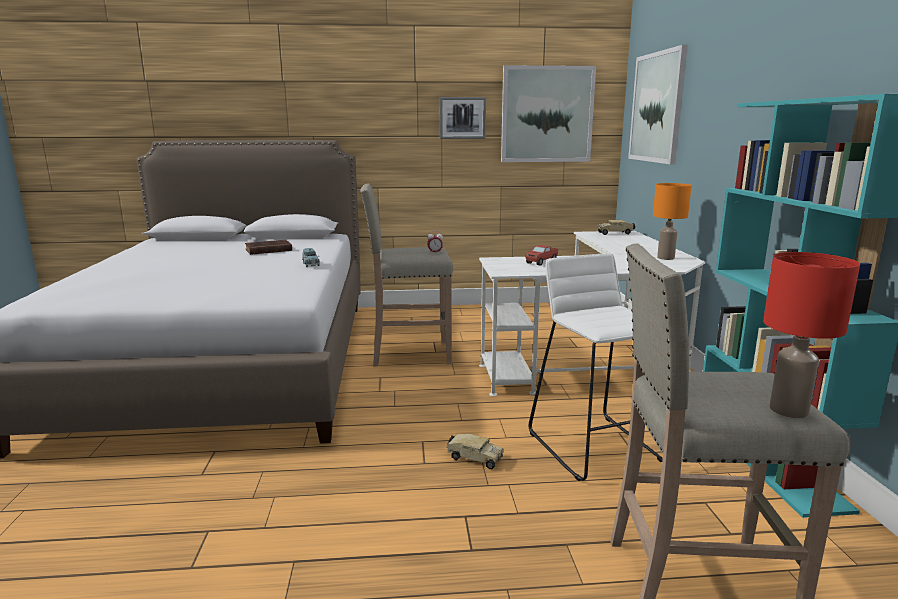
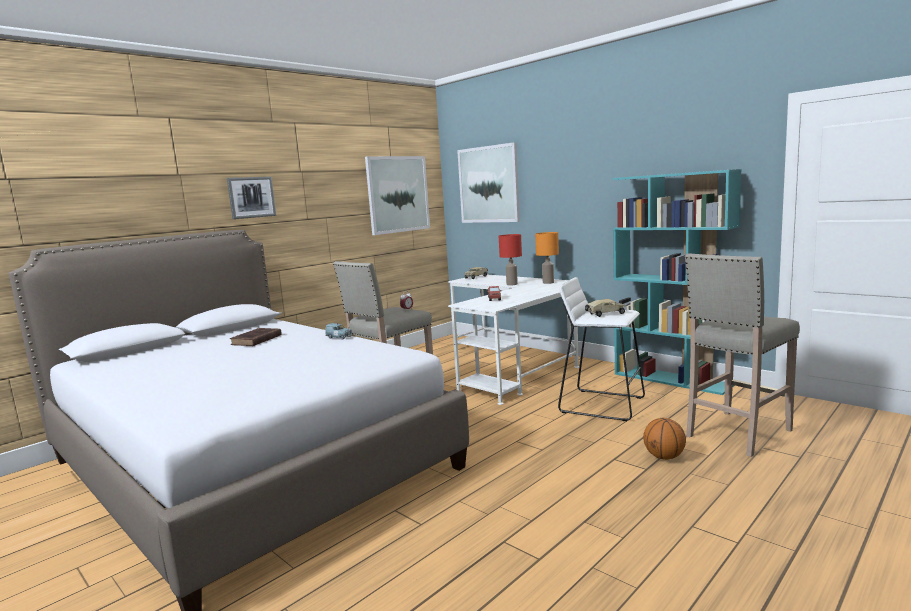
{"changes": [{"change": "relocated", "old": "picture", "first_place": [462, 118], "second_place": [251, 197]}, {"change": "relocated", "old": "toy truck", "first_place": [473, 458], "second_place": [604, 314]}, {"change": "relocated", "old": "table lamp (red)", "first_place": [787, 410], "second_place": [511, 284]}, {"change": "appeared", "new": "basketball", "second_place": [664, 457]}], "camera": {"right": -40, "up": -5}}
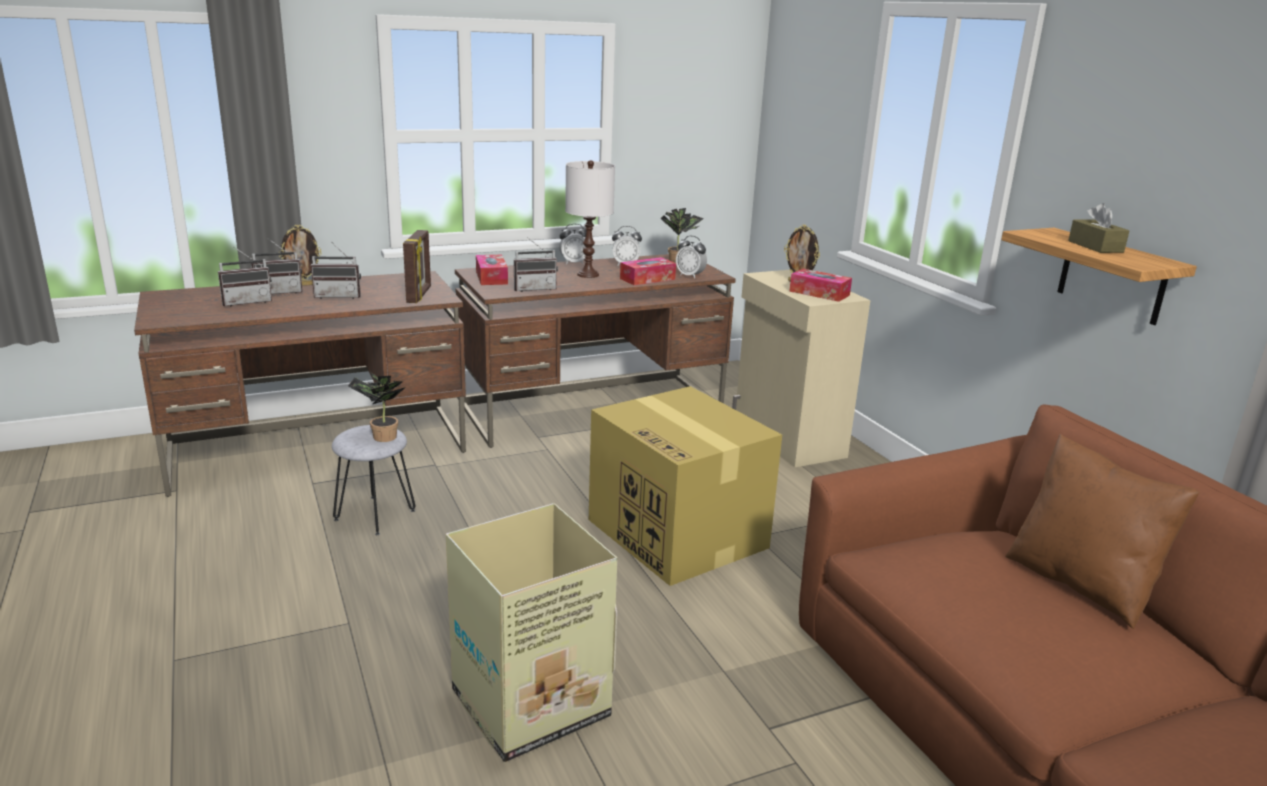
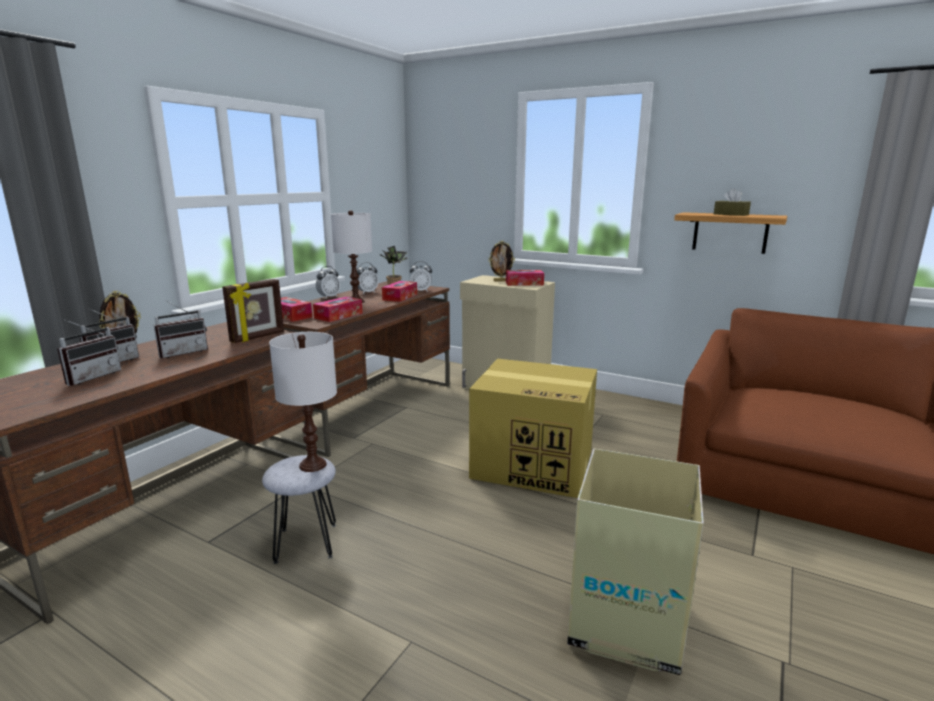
{"changes": [{"change": "exchanged", "old": "potted plant", "new": "table lamp (white)", "first_place": [381, 437], "second_place": [312, 465]}, {"change": "spun", "old": "picture frame", "first_place": [419, 295], "second_place": [258, 337], "degrees": 75}, {"change": "exchanged", "old": "radio", "new": "tissue box", "first_place": [534, 288], "second_place": [338, 316]}, {"change": "missing", "old": "pillow (brown)", "first_place": [1081, 584]}], "camera": {"right": -35, "up": -5}}
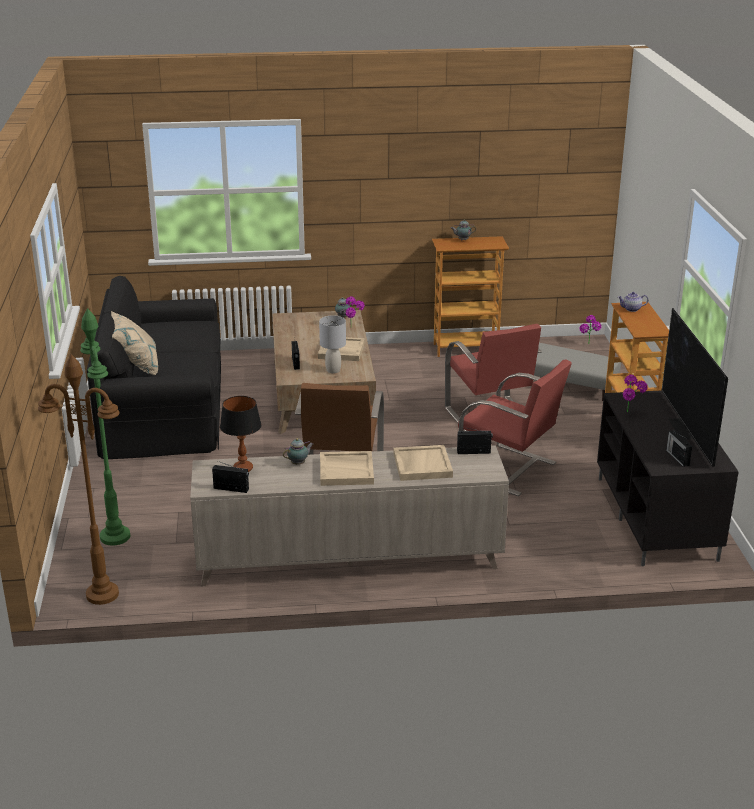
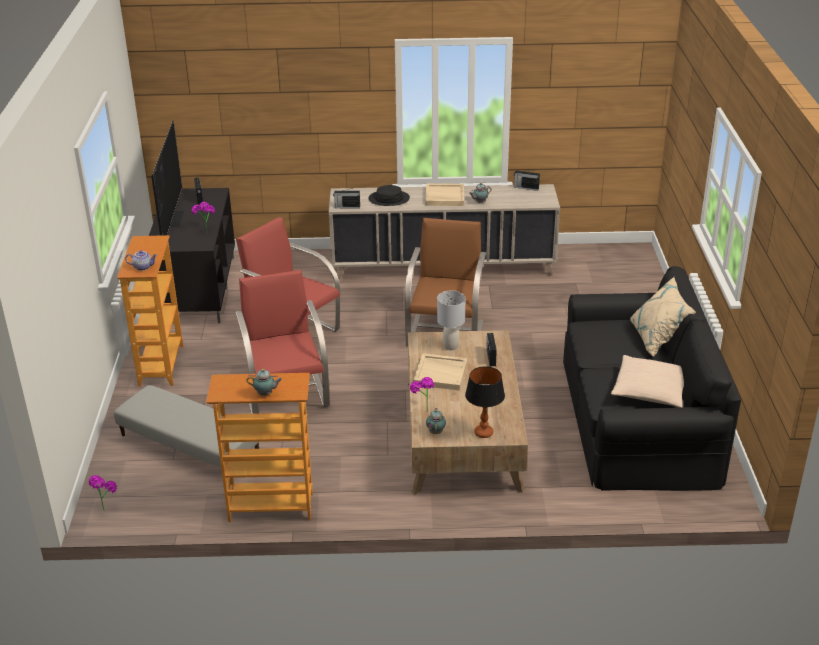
{"changes": [{"change": "missing", "old": "floor lamp (brown)", "first_place": [103, 594]}, {"change": "missing", "old": "floor lamp (green)", "first_place": [115, 536]}, {"change": "relocated", "old": "table lamp", "first_place": [243, 469], "second_place": [483, 432]}, {"change": "exchanged", "old": "tray (beige)", "new": "hat (black)", "first_place": [422, 465], "second_place": [389, 199]}, {"change": "appeared", "new": "pillow (beige)", "second_place": [650, 390]}], "camera": {"right": -175, "up": 5}}
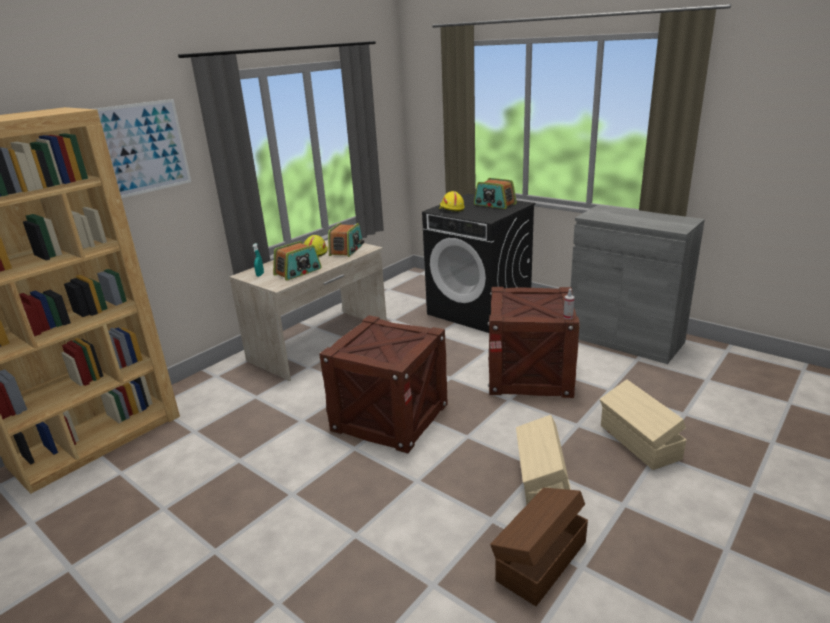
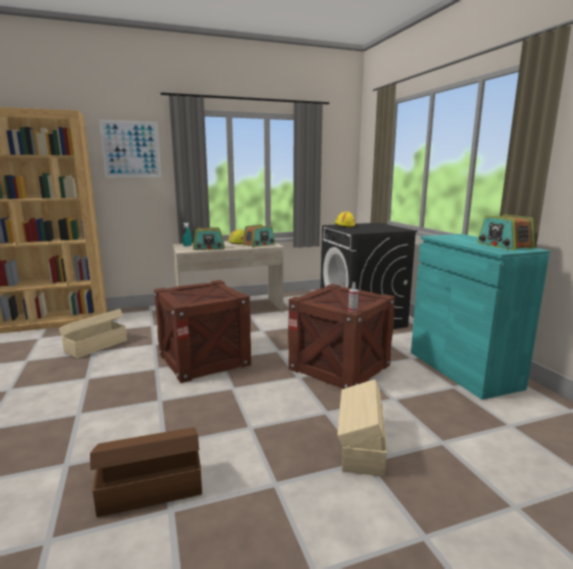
{"changes": [{"change": "relocated", "old": "radio", "first_place": [494, 204], "second_place": [504, 245]}, {"change": "relocated", "old": "storage box (beige)", "first_place": [541, 484], "second_place": [95, 346]}, {"change": "colour", "old": "cabinet (grey)", "new": "cabinet (turquoise)", "first_place": [624, 339], "second_place": [463, 369]}], "camera": {"right": 30, "up": -10}}
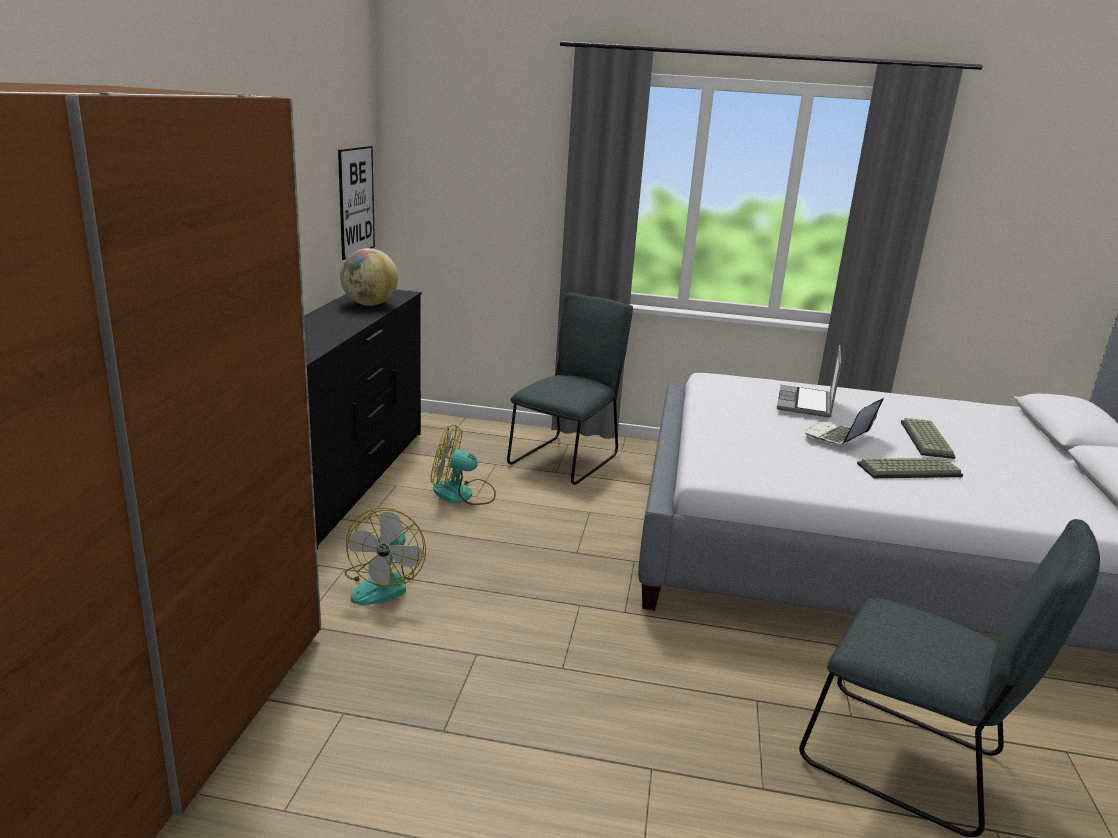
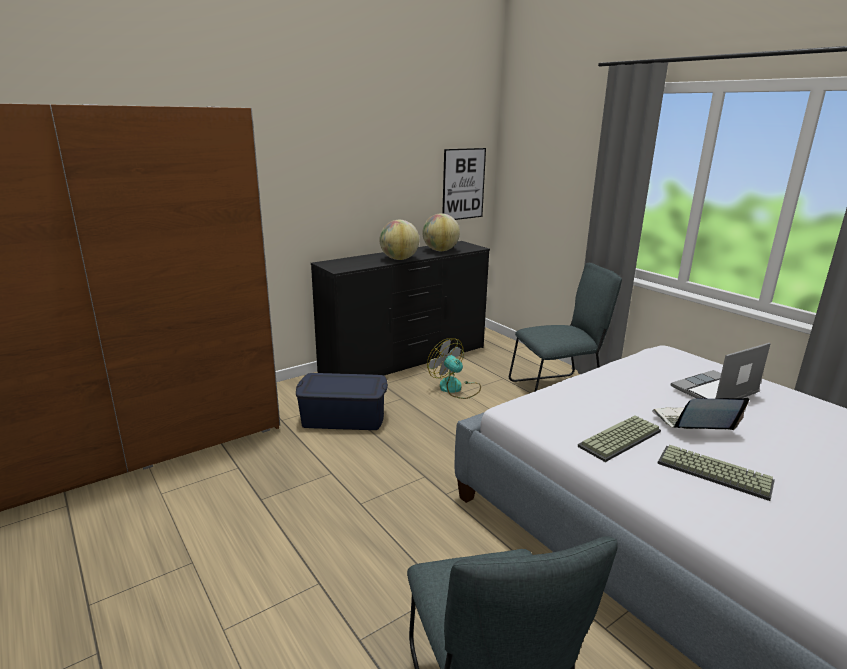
{"changes": [{"change": "exchanged", "old": "fan", "new": "storage box (blue)", "first_place": [384, 584], "second_place": [343, 418]}, {"change": "relocated", "old": "keyboard", "first_place": [928, 440], "second_place": [620, 440]}, {"change": "appeared", "new": "globe", "second_place": [399, 259]}], "camera": {"right": 45, "up": 0}}
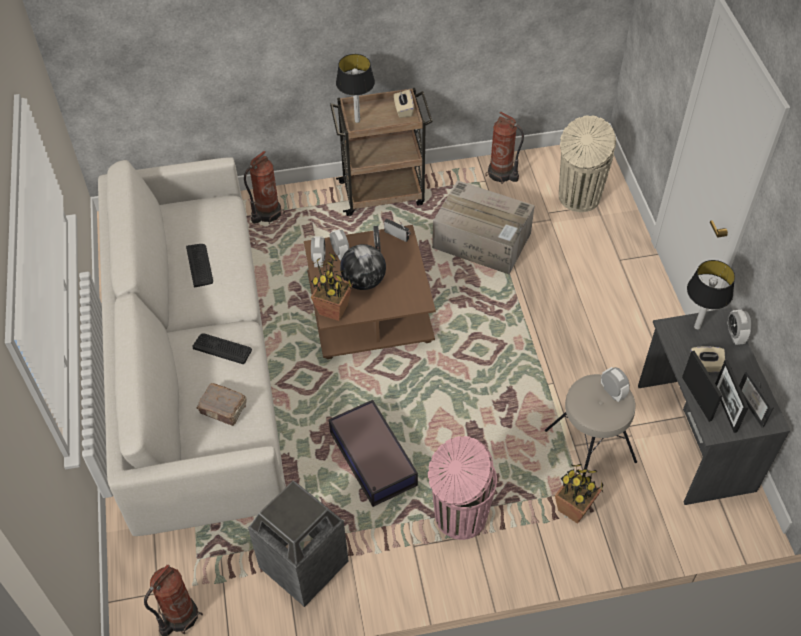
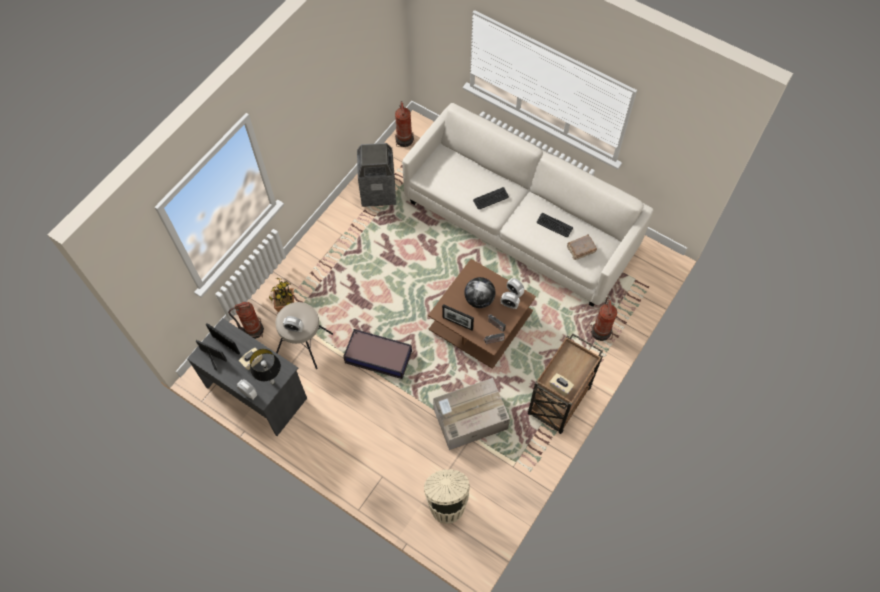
{"changes": [{"change": "relocated", "old": "book (brown)", "first_place": [223, 409], "second_place": [580, 250]}, {"change": "missing", "old": "potted plant", "first_place": [334, 310]}, {"change": "relocated", "old": "storage box", "first_place": [373, 460], "second_place": [377, 356]}, {"change": "missing", "old": "table lamp", "first_place": [357, 120]}, {"change": "missing", "old": "trash can (pink)", "first_place": [459, 516]}, {"change": "relocated", "old": "fire extinguisher", "first_place": [501, 174], "second_place": [252, 330]}, {"change": "relocated", "old": "picture frame", "first_place": [696, 398], "second_place": [457, 323]}], "camera": {"right": 135, "up": 10}}
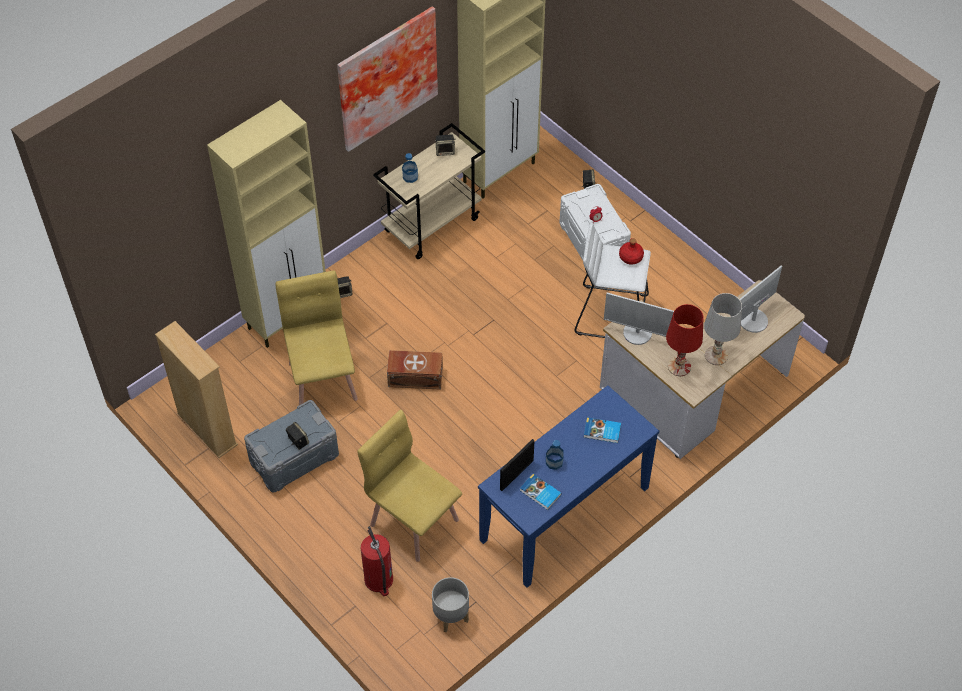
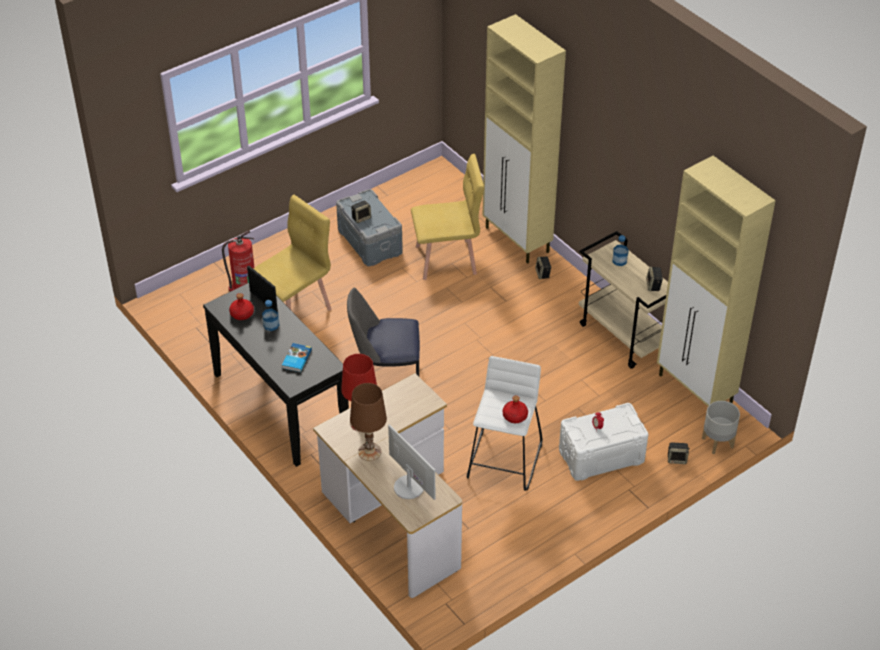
{"changes": [{"change": "missing", "old": "bookcase (beige)", "first_place": [207, 429]}, {"change": "missing", "old": "picture", "first_place": [385, 76]}, {"change": "missing", "old": "storage box (brown)", "first_place": [414, 376]}, {"change": "relocated", "old": "planter (grey)", "first_place": [450, 616], "second_place": [718, 442]}, {"change": "colour", "old": "console table (blue)", "new": "console table (black)", "first_place": [565, 514], "second_place": [280, 405]}, {"change": "exchanged", "old": "book", "new": "bottle (red)", "first_place": [540, 493], "second_place": [241, 314]}, {"change": "missing", "old": "monitor", "first_place": [637, 333]}, {"change": "colour", "old": "table lamp (white)", "new": "table lamp (brown)", "first_place": [715, 355], "second_place": [370, 451]}, {"change": "appeared", "new": "chair", "second_place": [386, 377]}], "camera": {"right": 95, "up": -10}}
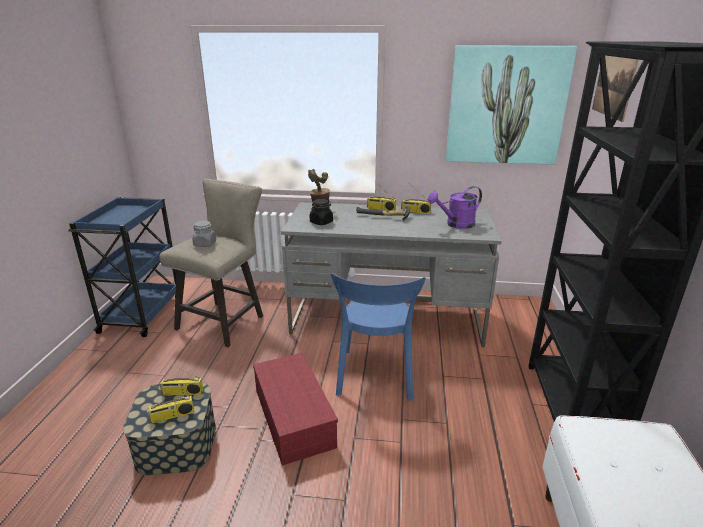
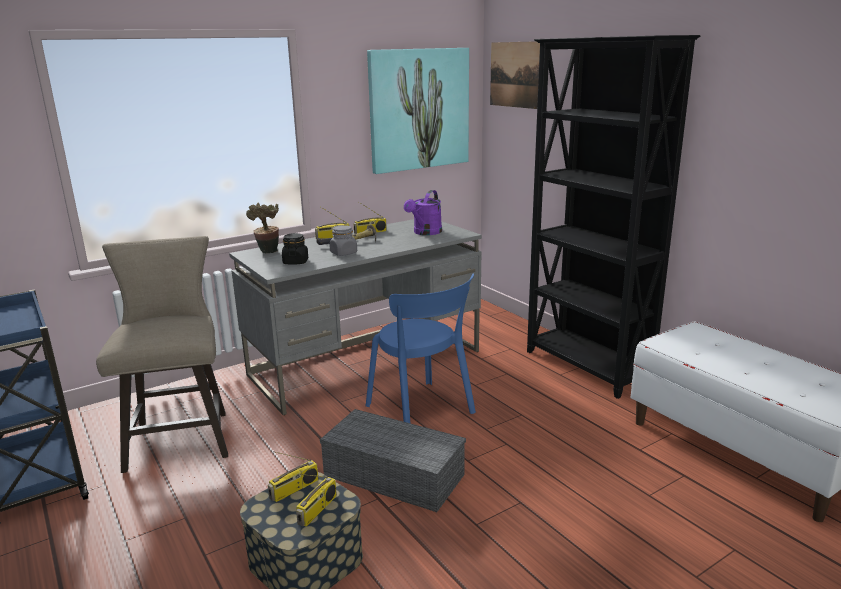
{"changes": [{"change": "relocated", "old": "jar (grey)", "first_place": [205, 244], "second_place": [343, 253]}, {"change": "colour", "old": "storage box (red)", "new": "storage box (grey)", "first_place": [292, 417], "second_place": [391, 475]}], "camera": {"right": -40, "up": -5}}
